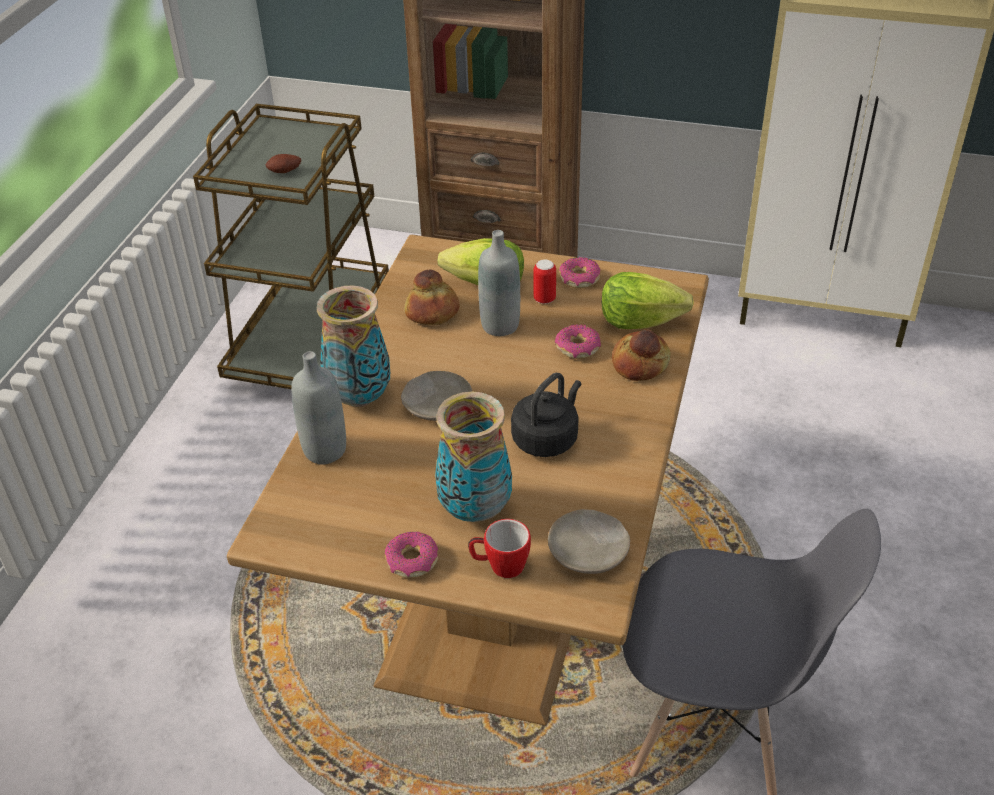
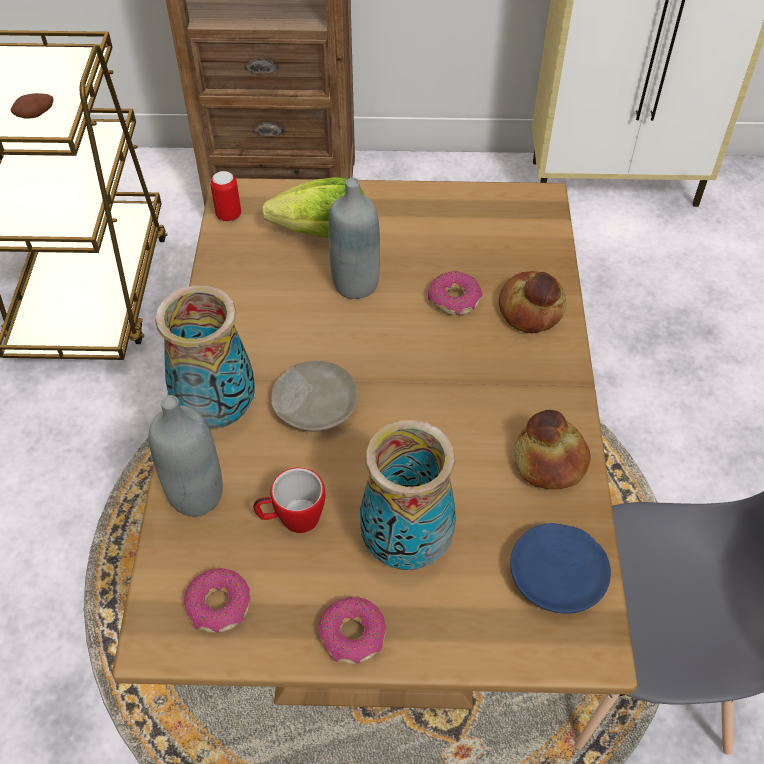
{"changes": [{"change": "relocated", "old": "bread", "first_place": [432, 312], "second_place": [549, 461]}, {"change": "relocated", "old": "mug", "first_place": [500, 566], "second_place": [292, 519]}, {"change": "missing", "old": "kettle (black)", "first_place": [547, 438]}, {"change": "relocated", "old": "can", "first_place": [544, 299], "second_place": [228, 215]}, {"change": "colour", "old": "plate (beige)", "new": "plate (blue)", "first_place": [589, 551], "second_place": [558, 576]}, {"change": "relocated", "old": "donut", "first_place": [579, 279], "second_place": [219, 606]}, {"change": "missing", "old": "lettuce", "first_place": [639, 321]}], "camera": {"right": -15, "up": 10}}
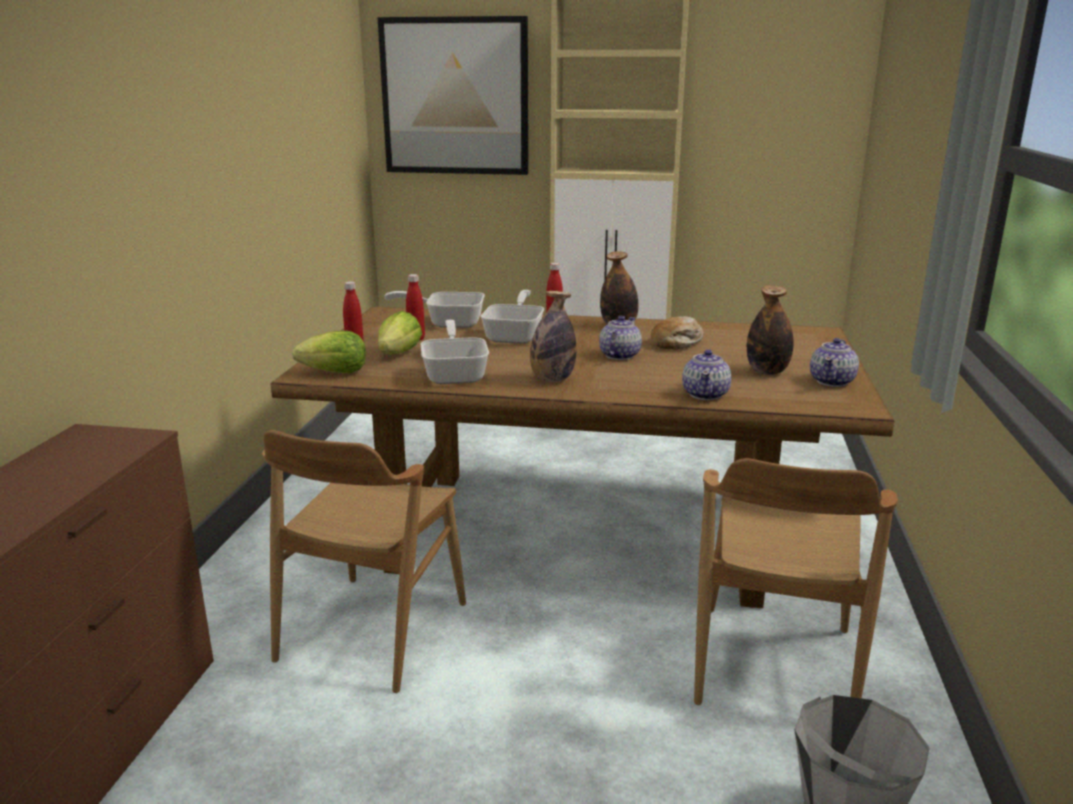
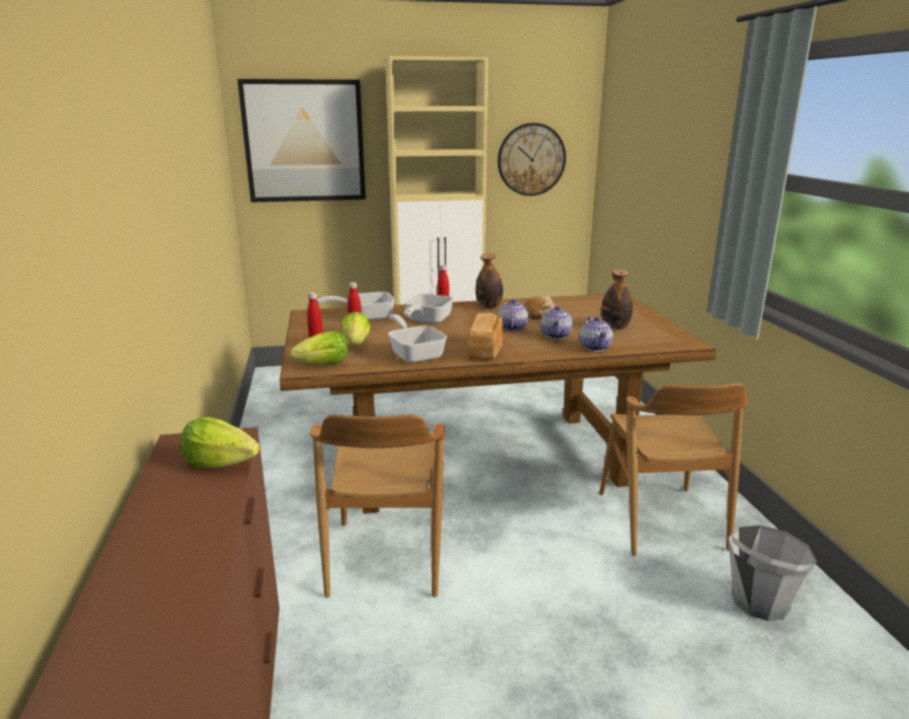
{"changes": [{"change": "spun", "old": "frying pan", "first_place": [516, 335], "second_place": [426, 321], "degrees": -150}, {"change": "exchanged", "old": "bottle", "new": "bread", "first_place": [552, 379], "second_place": [487, 349]}, {"change": "relocated", "old": "teapot", "first_place": [832, 381], "second_place": [556, 335]}, {"change": "appeared", "new": "lettuce", "second_place": [219, 464]}, {"change": "appeared", "new": "wall clock", "second_place": [531, 159]}], "camera": {"right": -20, "up": 0}}
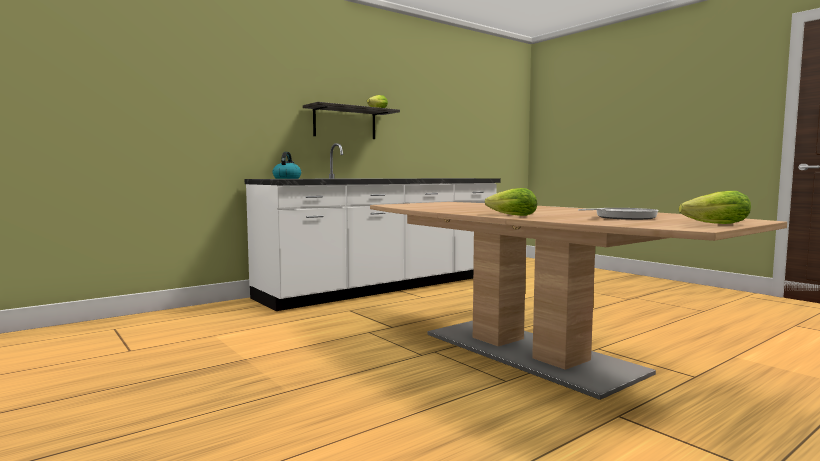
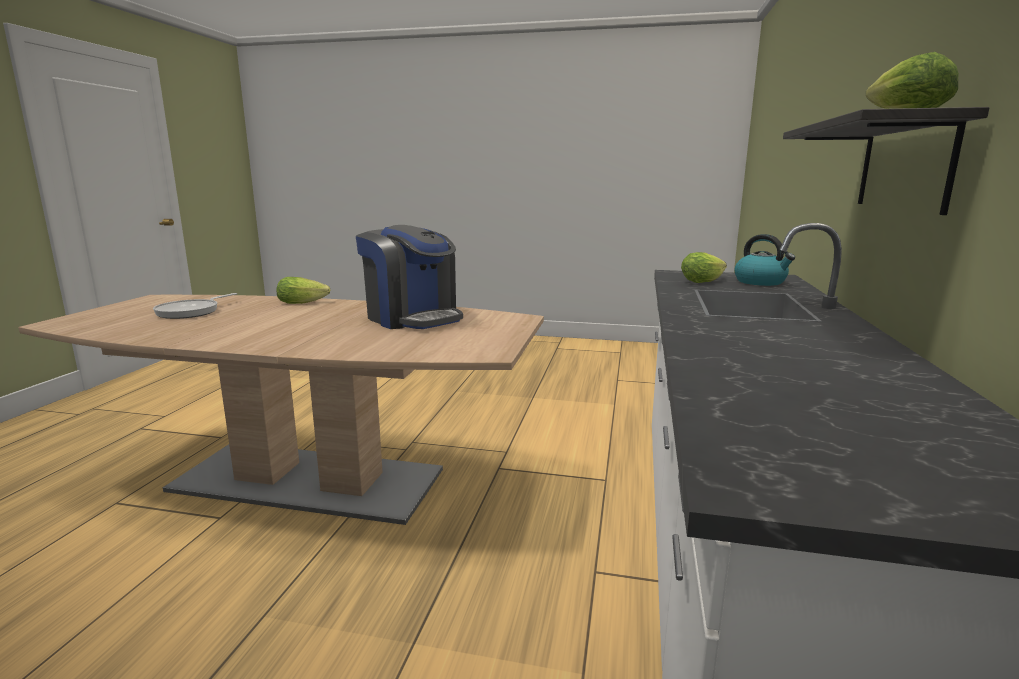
{"changes": [{"change": "relocated", "old": "lettuce", "first_place": [712, 224], "second_place": [704, 281]}, {"change": "appeared", "new": "coffee machine", "second_place": [412, 318]}], "camera": {"right": 140, "up": 10}}
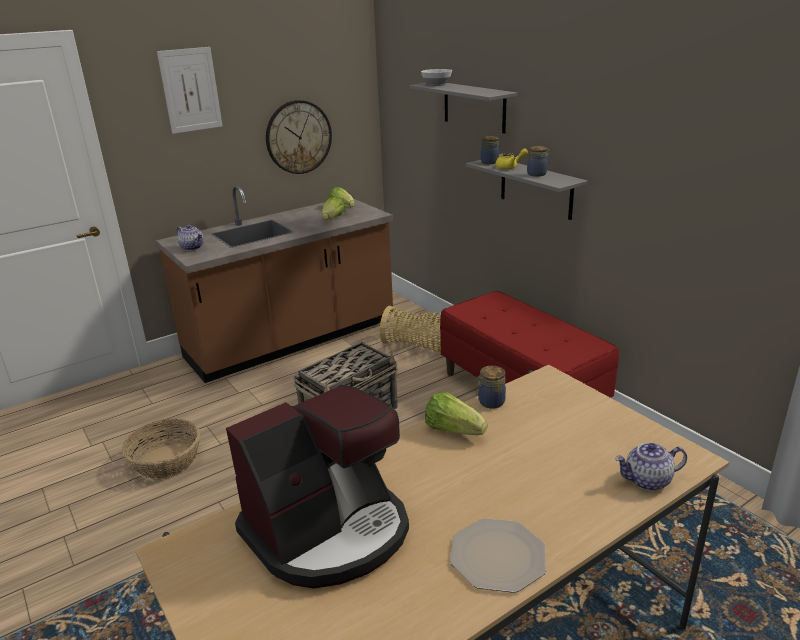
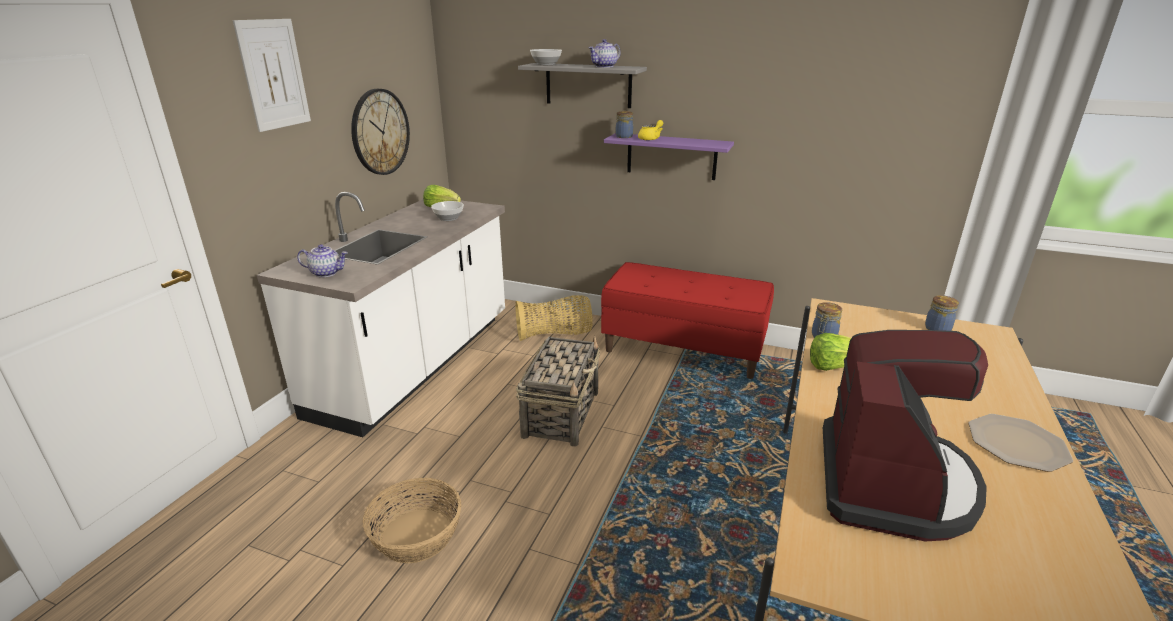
{"changes": [{"change": "colour", "old": "counter (brown)", "new": "counter (white)", "first_place": [292, 341], "second_place": [417, 364]}, {"change": "exchanged", "old": "lettuce", "new": "bowl", "first_place": [333, 219], "second_place": [449, 218]}, {"change": "colour", "old": "shelf (grey)", "new": "shelf (purple)", "first_place": [536, 188], "second_place": [671, 156]}, {"change": "relocated", "old": "jar", "first_place": [537, 174], "second_place": [938, 329]}, {"change": "relocated", "old": "teapot", "first_place": [647, 481], "second_place": [604, 66]}], "camera": {"right": -35, "up": 0}}
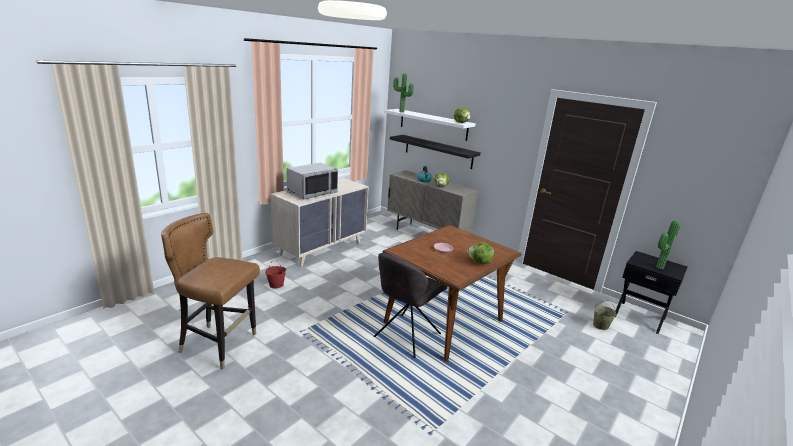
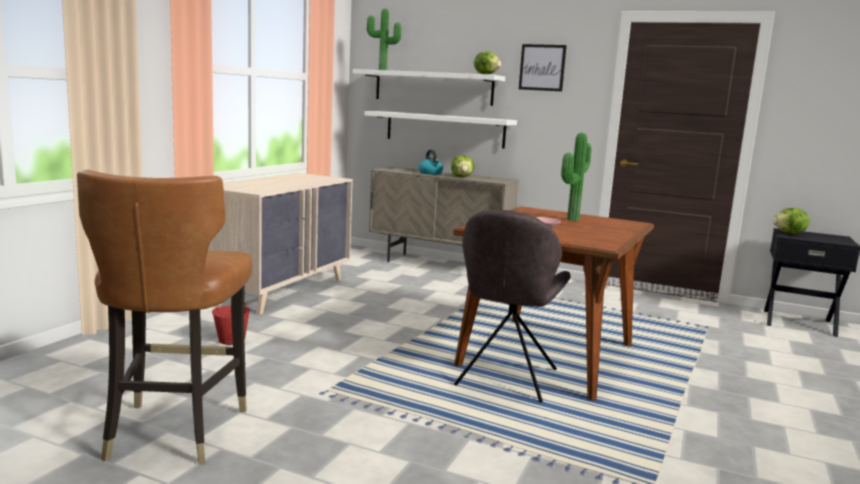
{"changes": [{"change": "spun", "old": "chair (brown)", "first_place": [219, 345], "second_place": [174, 431], "degrees": -90}, {"change": "missing", "old": "microwave (grey)", "first_place": [312, 193]}, {"change": "colour", "old": "shelf (black)", "new": "shelf (white)", "first_place": [438, 151], "second_place": [445, 129]}, {"change": "relocated", "old": "lettuce", "first_place": [479, 262], "second_place": [789, 233]}, {"change": "missing", "old": "bucket (beige)", "first_place": [600, 326]}, {"change": "relocated", "old": "potted plant", "first_place": [658, 267], "second_place": [570, 219]}, {"change": "appeared", "new": "picture", "second_place": [542, 67]}], "camera": {"right": -15, "up": -10}}
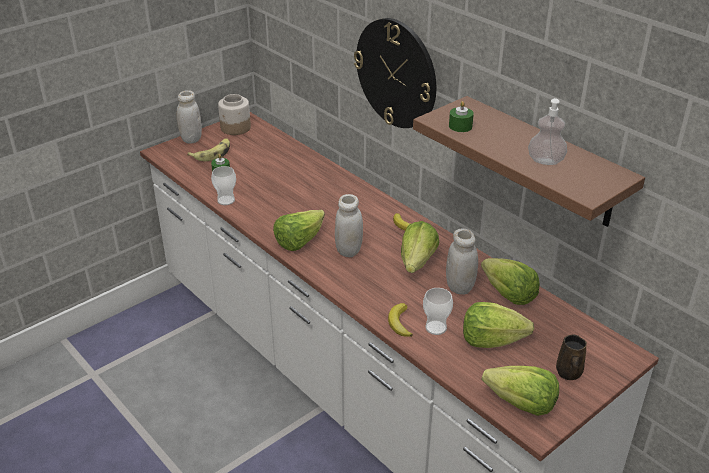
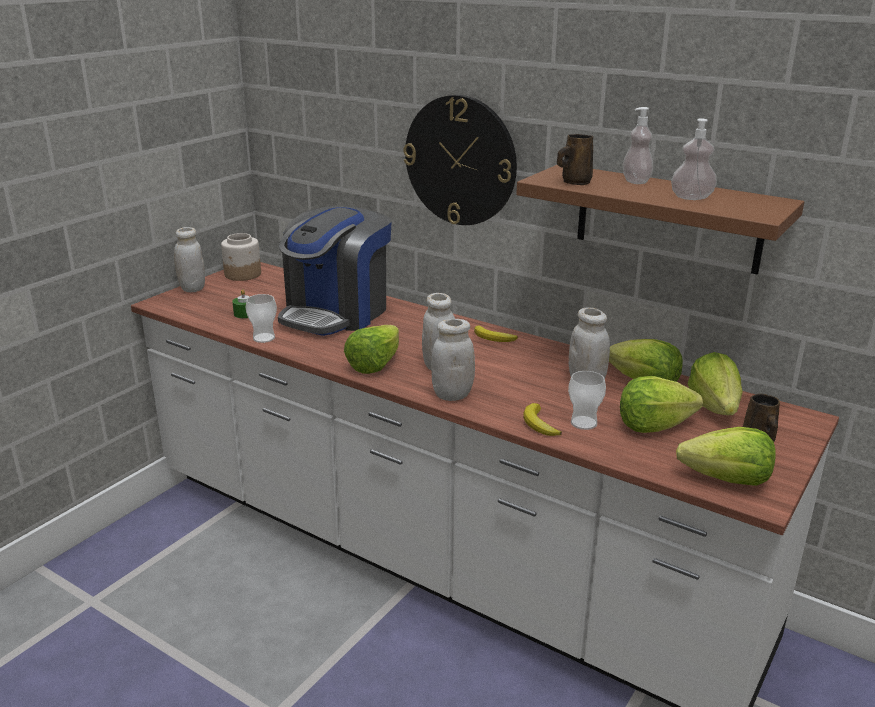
{"changes": [{"change": "missing", "old": "banana", "first_place": [212, 154]}, {"change": "relocated", "old": "lettuce", "first_place": [417, 262], "second_place": [714, 407]}, {"change": "exchanged", "old": "candle (green)", "new": "mug (brown)", "first_place": [460, 126], "second_place": [574, 182]}, {"change": "appeared", "new": "coffee machine", "second_place": [336, 313]}, {"change": "appeared", "new": "jar (white)", "second_place": [452, 395]}, {"change": "appeared", "new": "soap dispenser", "second_place": [636, 181]}], "camera": {"right": -15, "up": -10}}
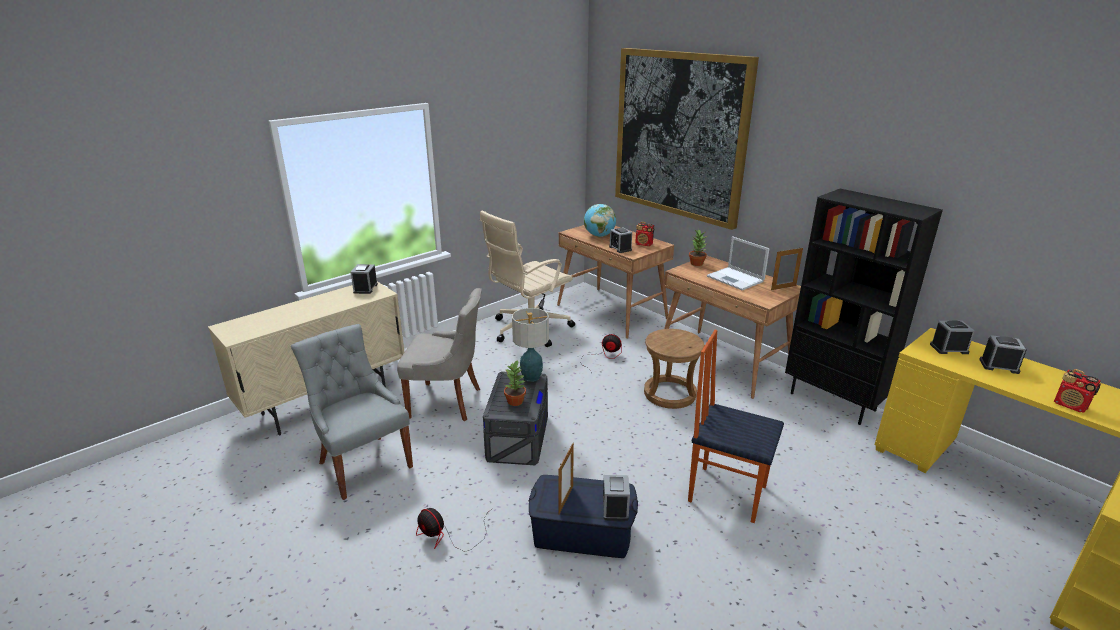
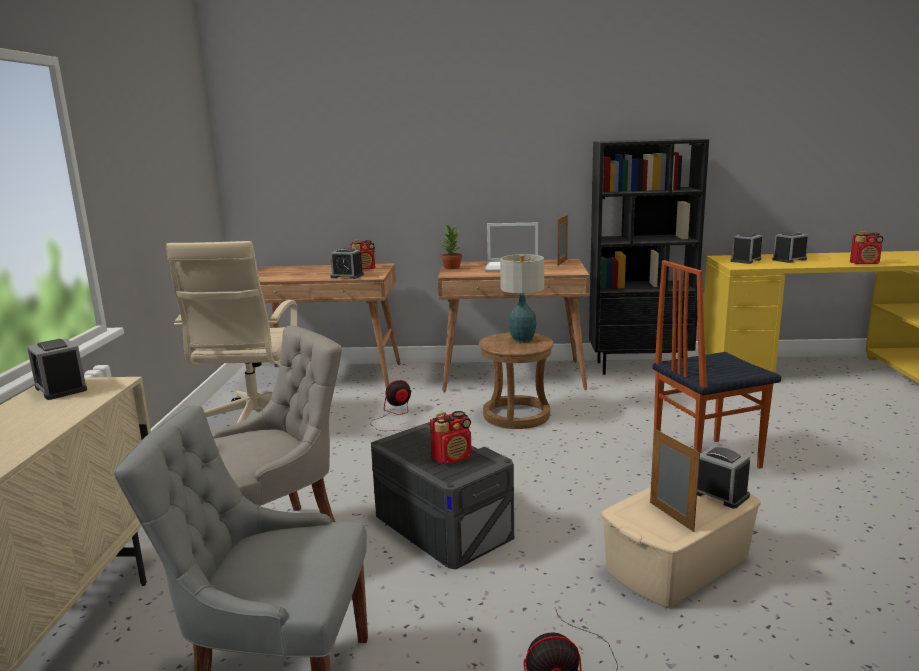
{"changes": [{"change": "exchanged", "old": "potted plant", "new": "radio", "first_place": [515, 401], "second_place": [452, 458]}, {"change": "relocated", "old": "table lamp", "first_place": [532, 377], "second_place": [523, 339]}, {"change": "colour", "old": "storage box (blue)", "new": "storage box (beige)", "first_place": [582, 532], "second_place": [676, 563]}, {"change": "missing", "old": "globe", "first_place": [599, 235]}, {"change": "missing", "old": "picture", "first_place": [680, 135]}], "camera": {"right": -45, "up": -10}}
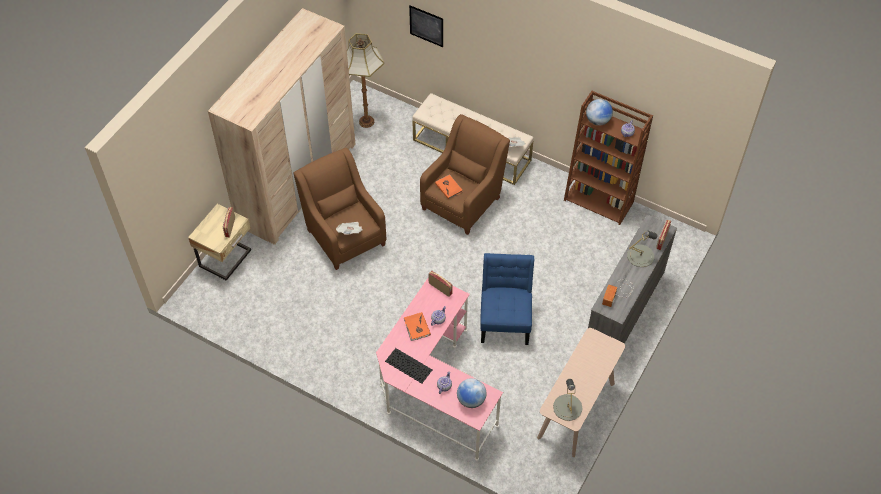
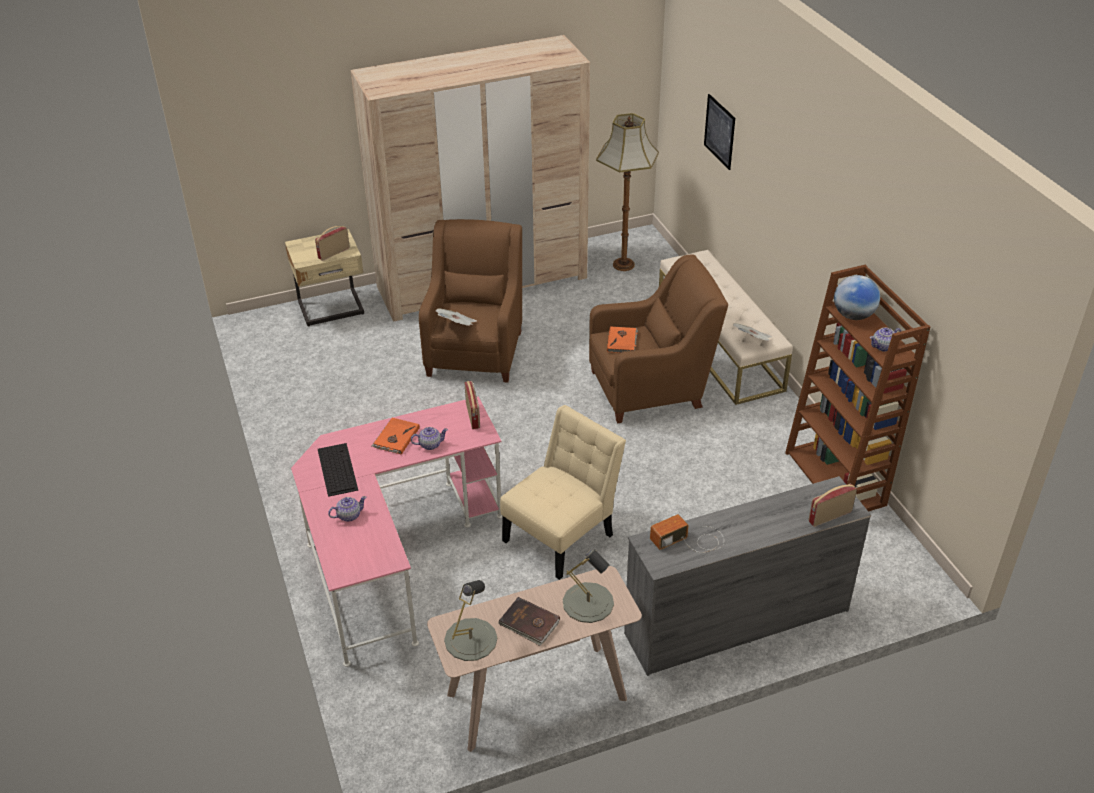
{"changes": [{"change": "missing", "old": "globe", "first_place": [471, 400]}, {"change": "colour", "old": "chair (blue)", "new": "chair (beige)", "first_place": [505, 319], "second_place": [562, 534]}, {"change": "relocated", "old": "table lamp (grey)", "first_place": [640, 255], "second_place": [588, 602]}, {"change": "appeared", "new": "book (brown)", "second_place": [529, 623]}], "camera": {"right": 40, "up": -15}}
